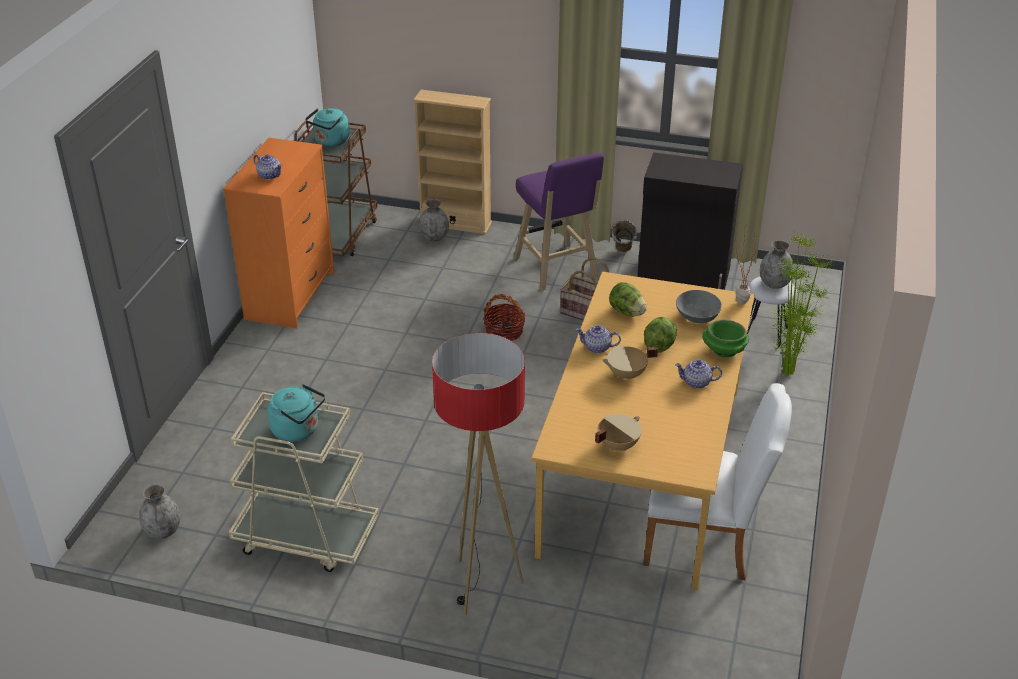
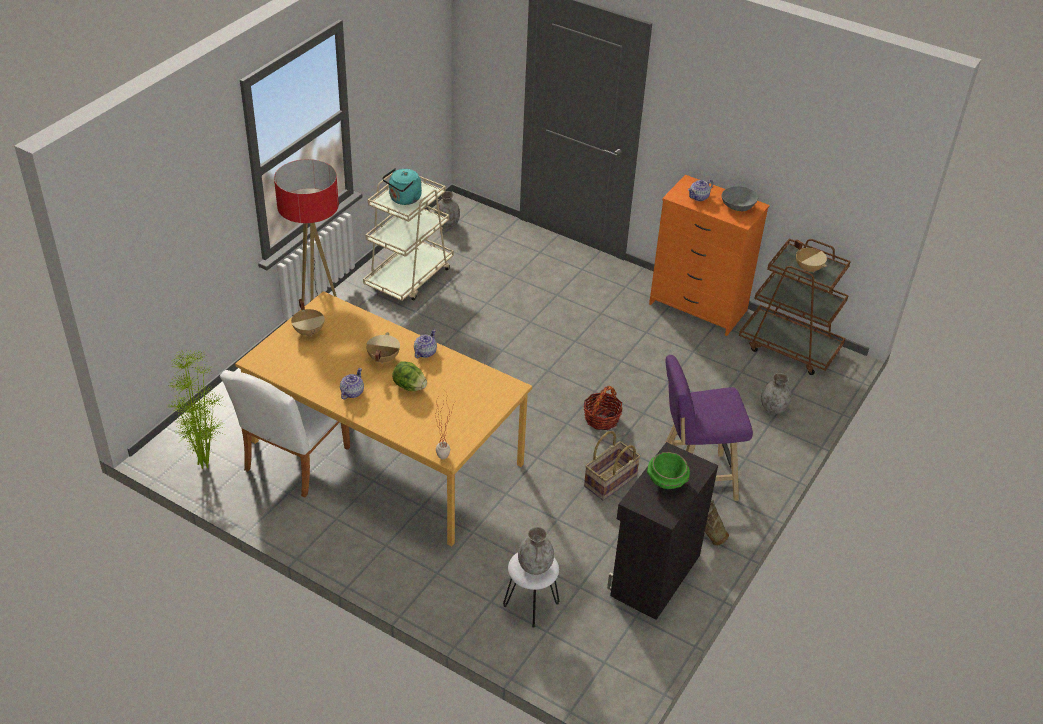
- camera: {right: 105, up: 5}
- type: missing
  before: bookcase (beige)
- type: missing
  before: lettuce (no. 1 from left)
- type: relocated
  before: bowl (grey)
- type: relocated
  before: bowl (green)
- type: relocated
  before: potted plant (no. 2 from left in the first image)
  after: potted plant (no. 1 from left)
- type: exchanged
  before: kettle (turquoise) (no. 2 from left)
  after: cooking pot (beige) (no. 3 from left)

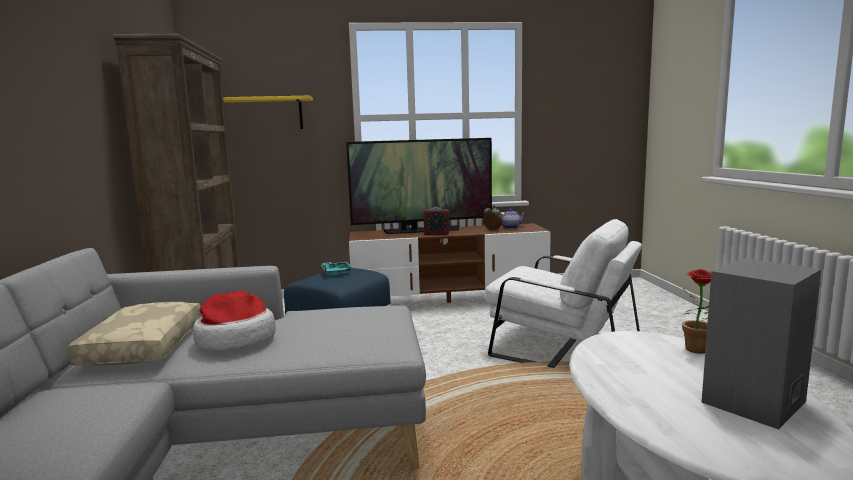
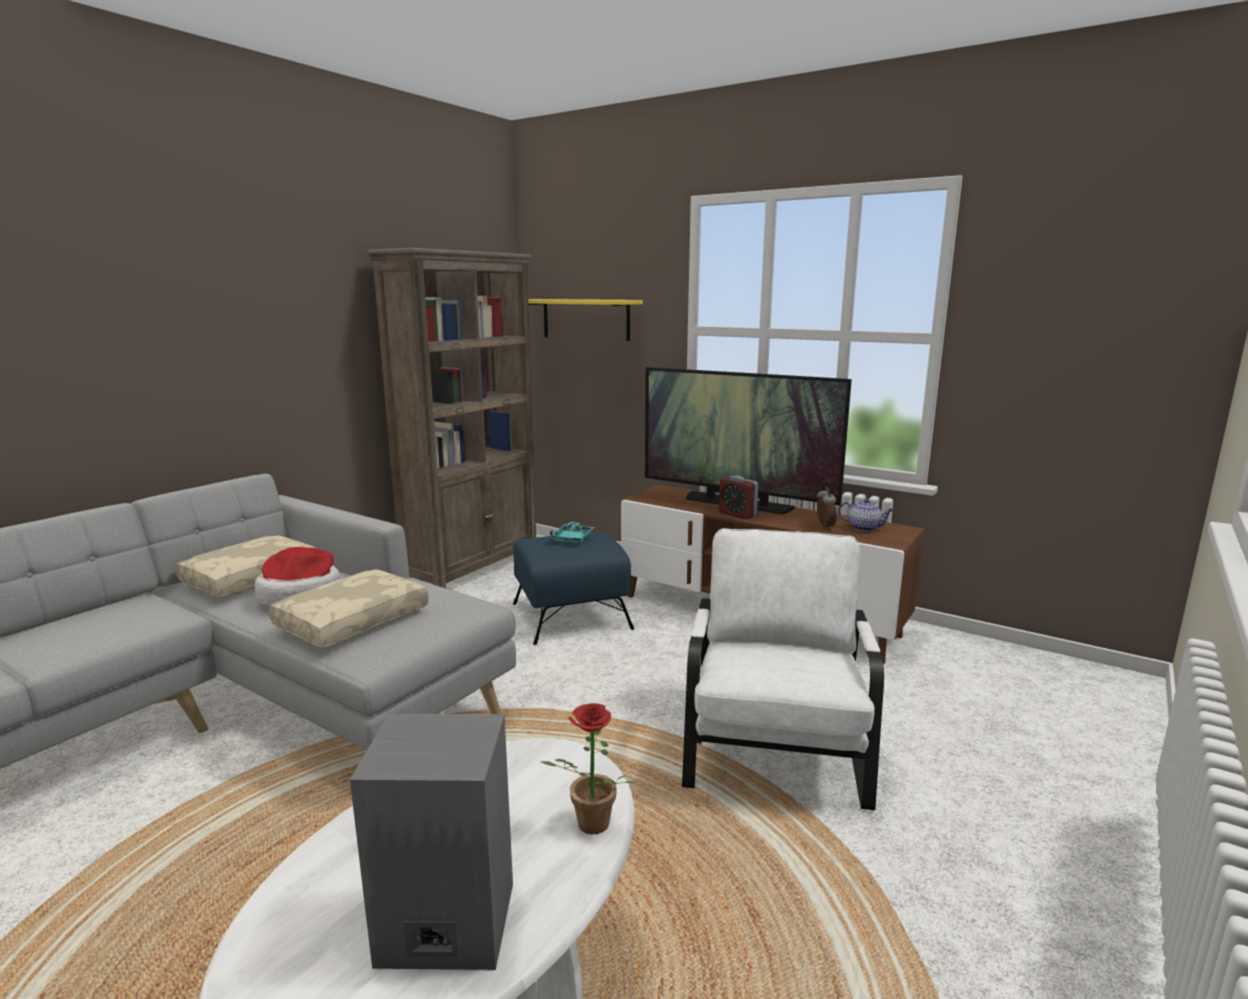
- camera: {right: 40, up: 5}
- type: appeared
  after: pillow (beige) (no. 2 from left)
- type: spun
  before: armchair (white)
  turn: -150

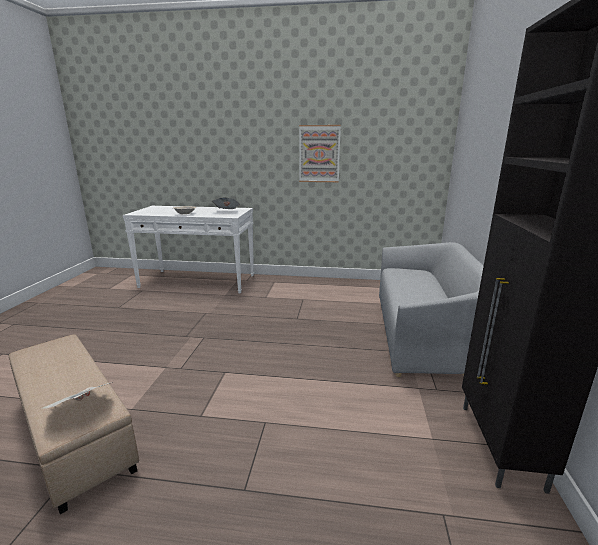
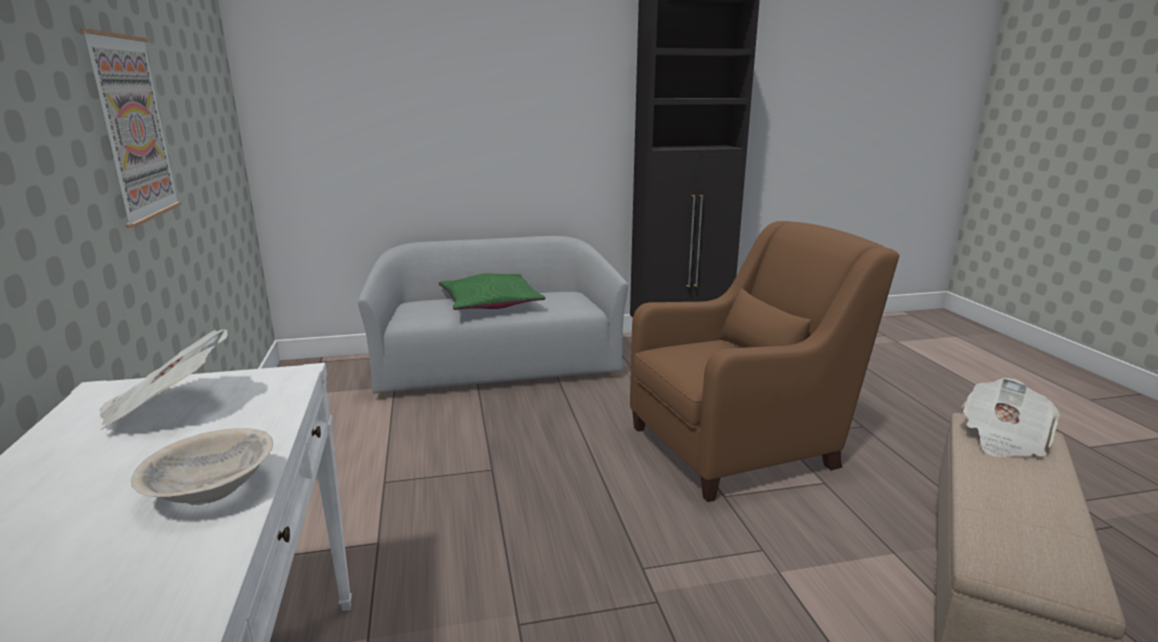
- camera: {right: -110, up: 0}
- type: appeared
  after: pillow (green)
- type: appeared
  after: armchair (brown)

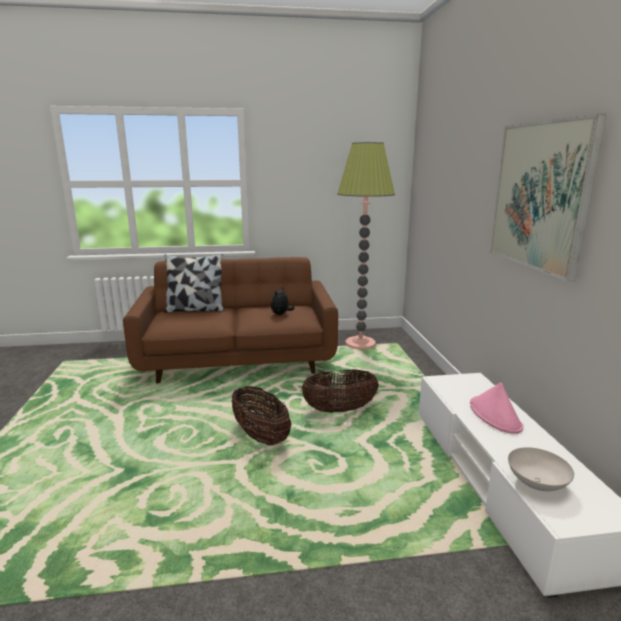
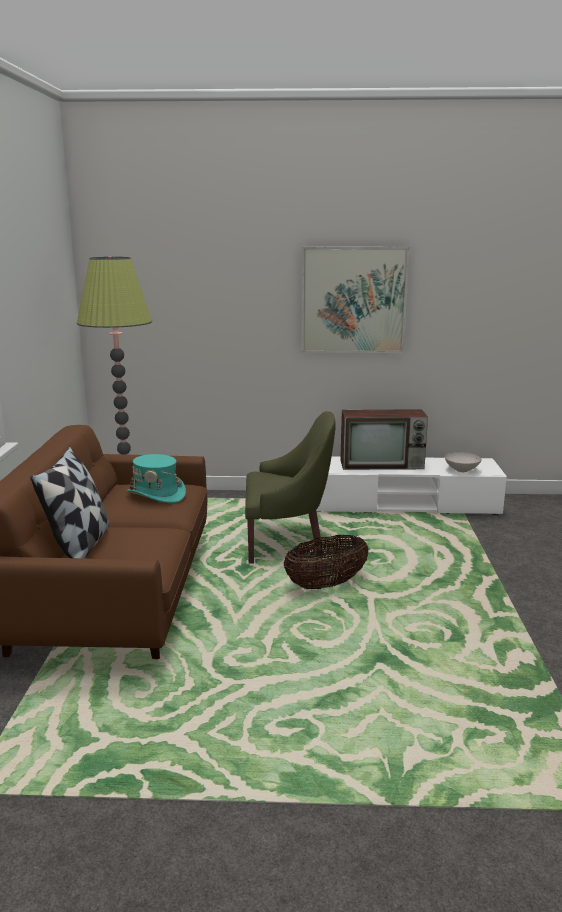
- camera: {right: -80, up: 0}
- type: exchanged
  before: plush toy
  after: hat (turquoise)
- type: exchanged
  before: basket (no. 2 from left)
  after: armchair (green)
- type: exchanged
  before: hat (pink)
  after: television

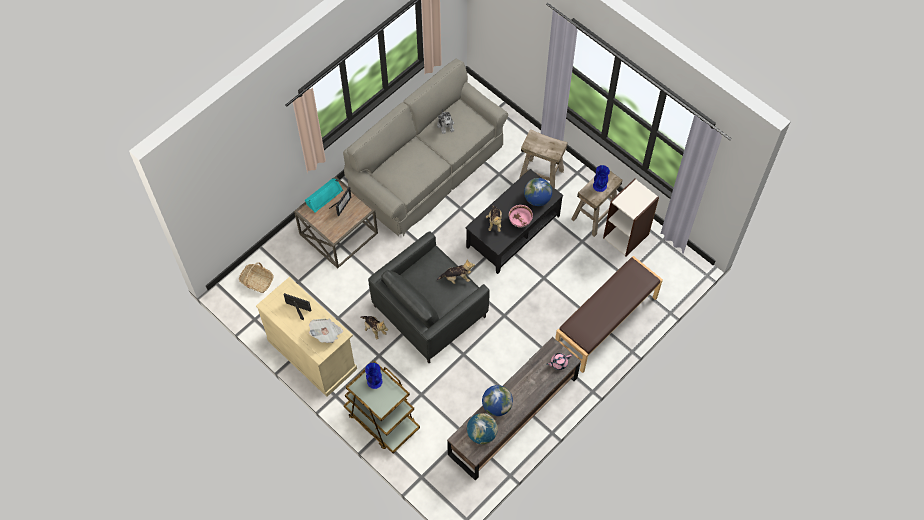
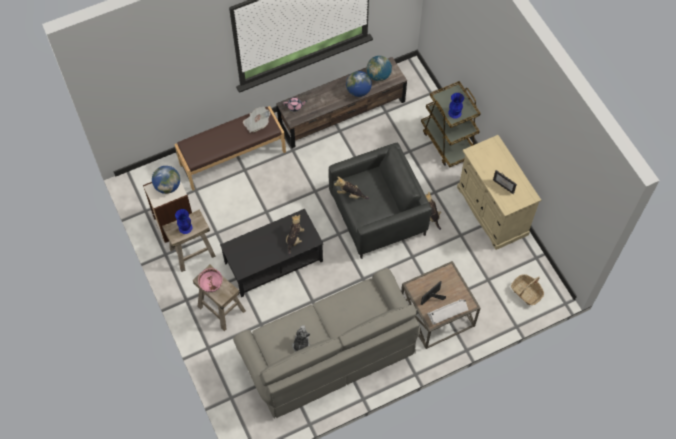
- camera: {right: -160, up: 0}
- type: relocated
  before: newspaper
- type: relocated
  before: bowl (pink)
- type: relocated
  before: globe (no. 3 from left in the first image)
  after: globe (no. 1 from left)
- type: colour
  before: speaker (turquoise)
  after: speaker (white)

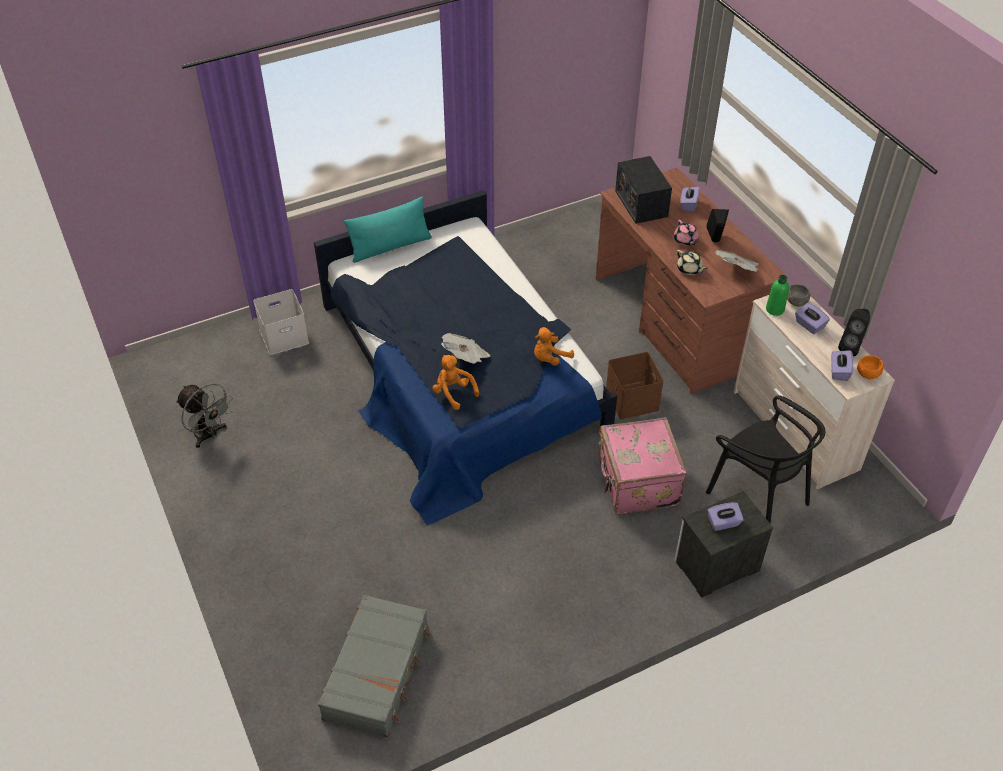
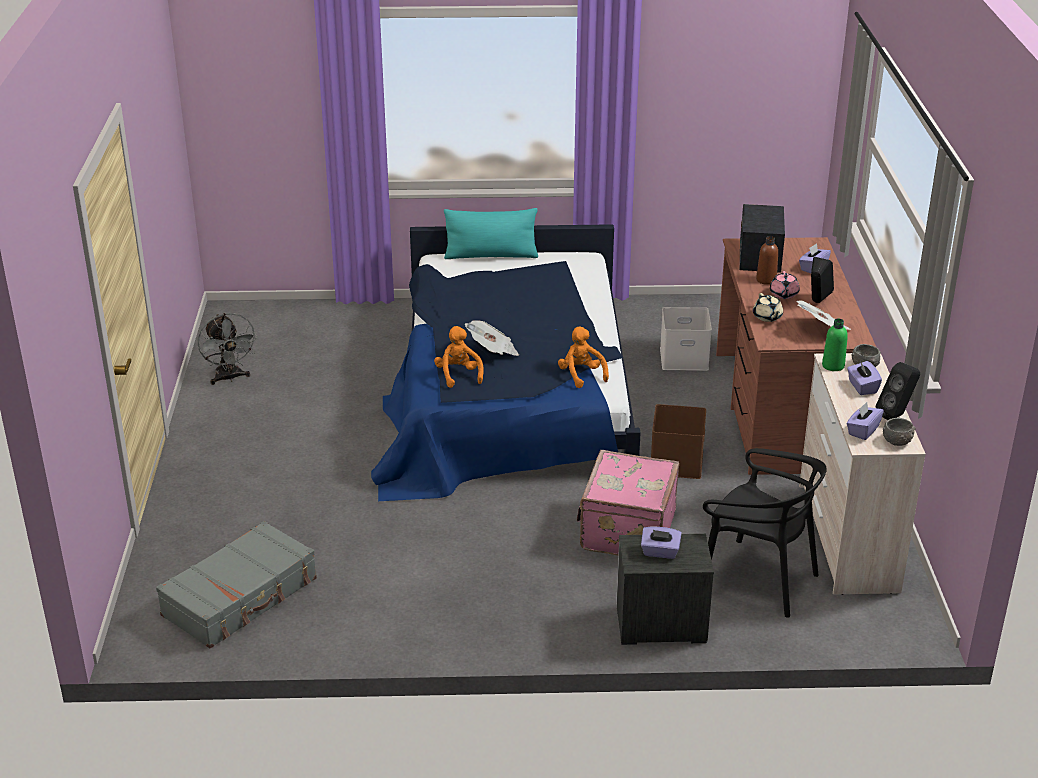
- camera: {right: 25, up: -15}
- type: appeared
  after: bottle (brown)
- type: relocated
  before: storage box (white)
- type: colour
  before: bowl (orange)
  after: bowl (grey) (no. 2 from left)
- type: spun
  before: plush toy (orange) (no. 2 from left)
  turn: 75
- type: spun
  before: chair (black)
  turn: -45

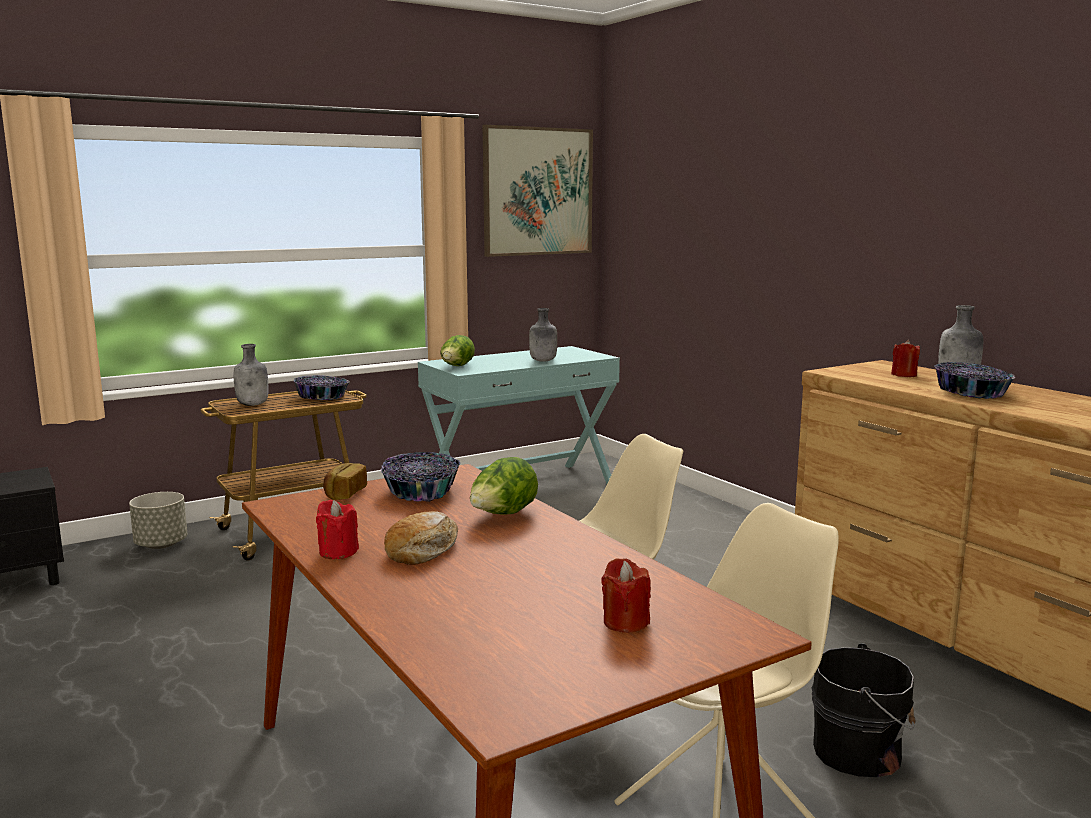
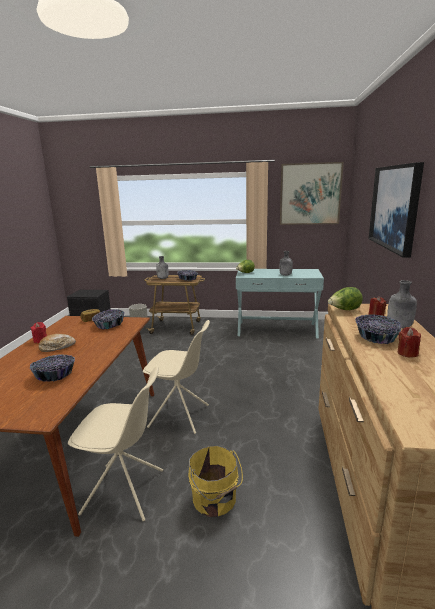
- camera: {right: 40, up: 5}
- type: appeared
  after: bowl (no. 1 from left)
- type: appeared
  after: picture (no. 2 from left)
- type: relocated
  before: lettuce (no. 2 from left)
- type: relocated
  before: candle (red) (no. 2 from left in the first image)
  after: candle (red) (no. 3 from left)
- type: colour
  before: bucket (black)
  after: bucket (yellow)

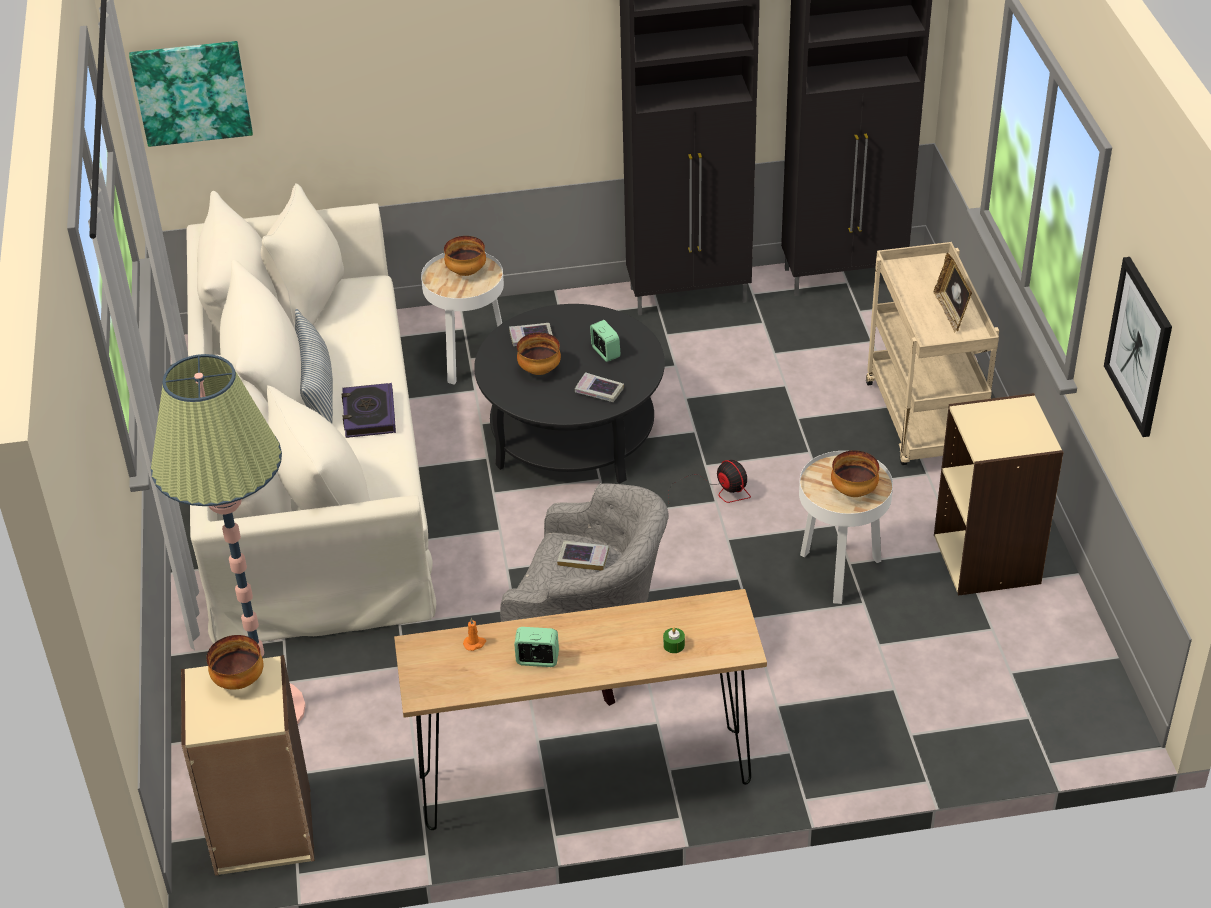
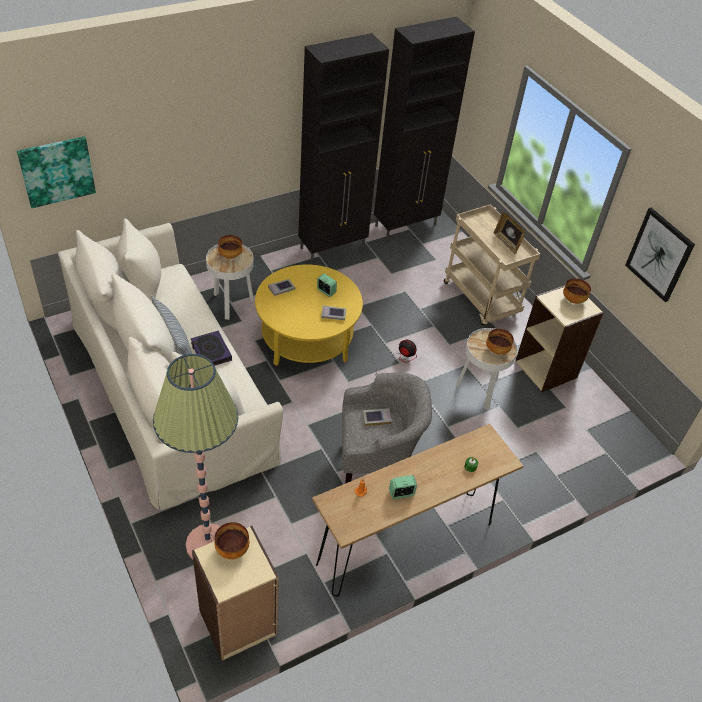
- camera: {right: -25, up: 5}
- type: relocated
  before: bowl (no. 3 from left in the first image)
  after: bowl (no. 4 from left)
- type: colour
  before: coffee table (black)
  after: coffee table (yellow)

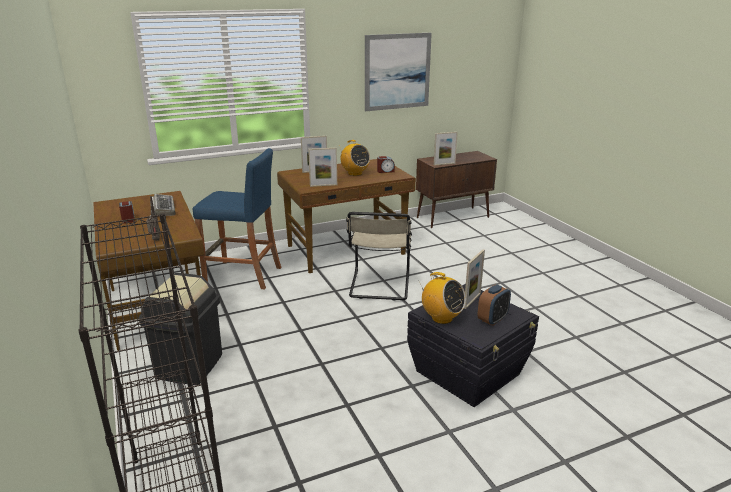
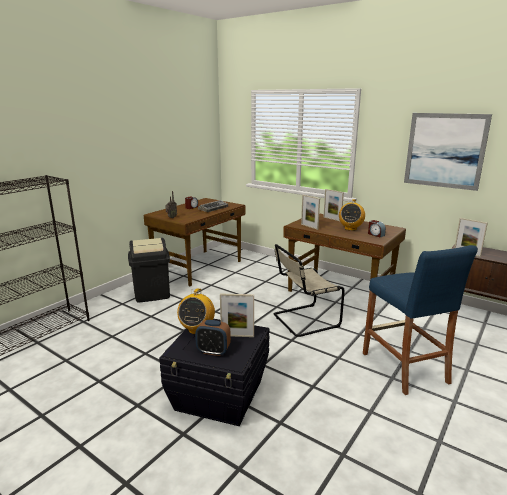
- camera: {right: 60, up: -5}
- type: relocated
  before: stool (blue)

